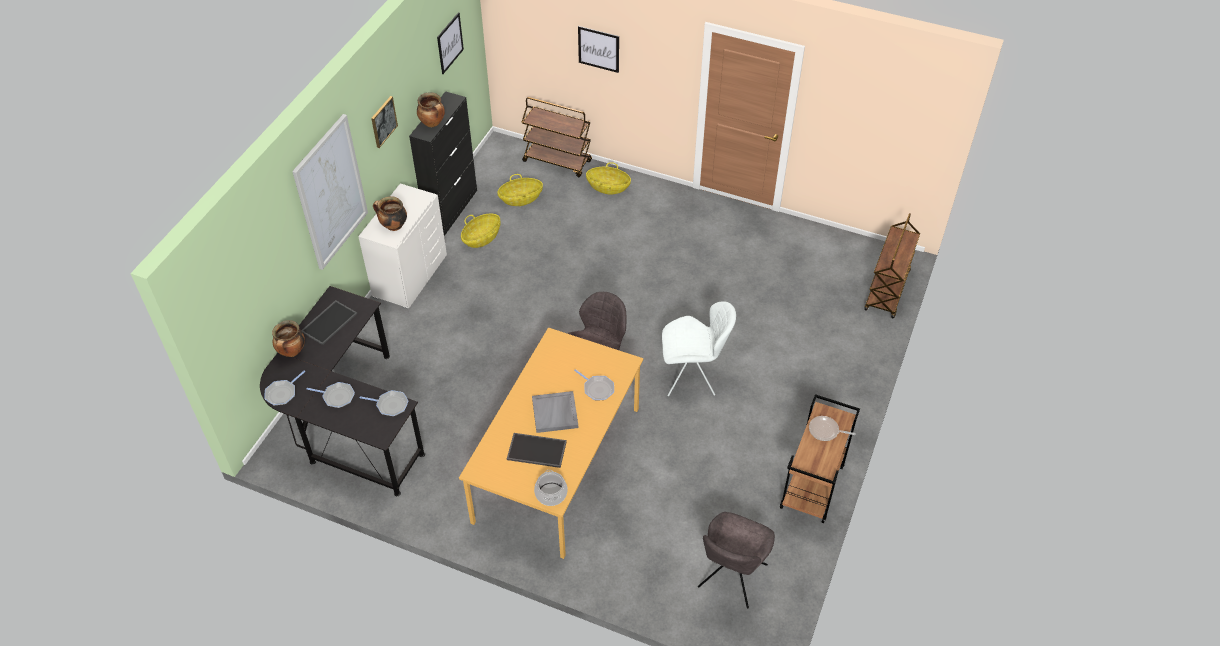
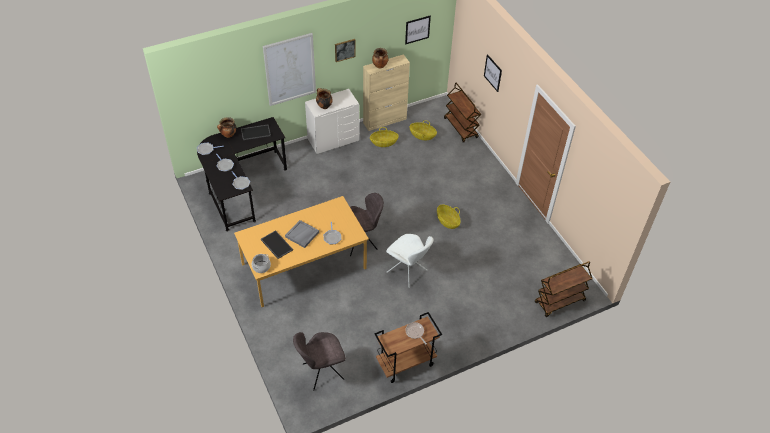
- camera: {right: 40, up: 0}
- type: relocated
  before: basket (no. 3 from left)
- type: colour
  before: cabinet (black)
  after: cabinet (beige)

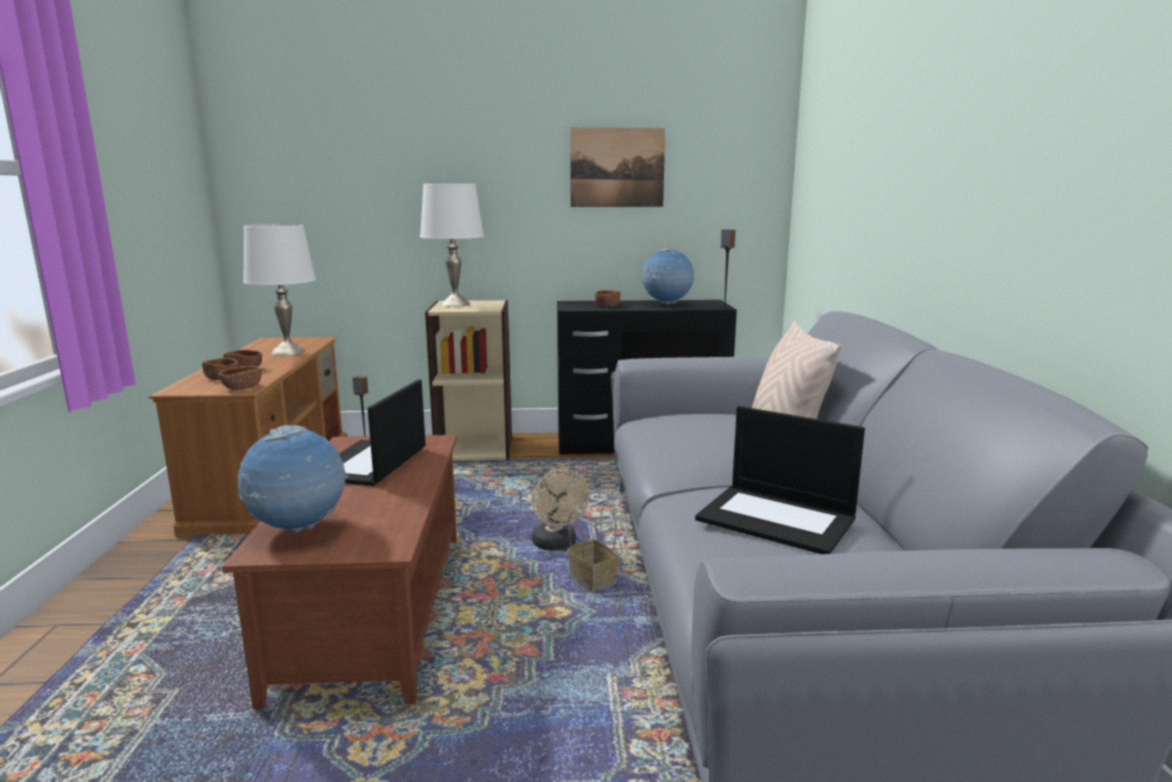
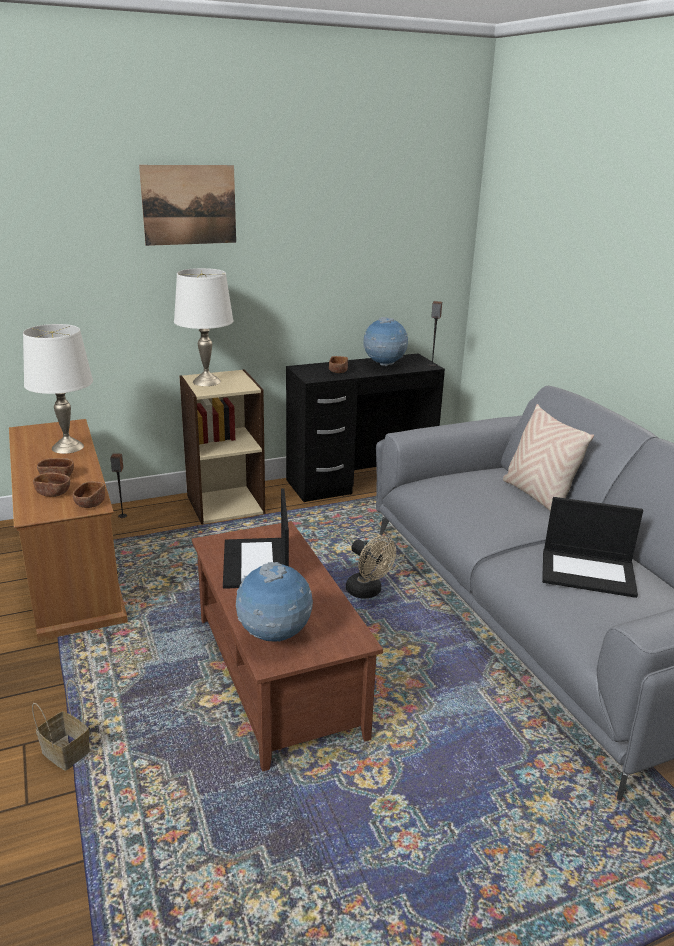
- camera: {right: -20, up: 10}
- type: relocated
  before: basket
- type: relocated
  before: picture

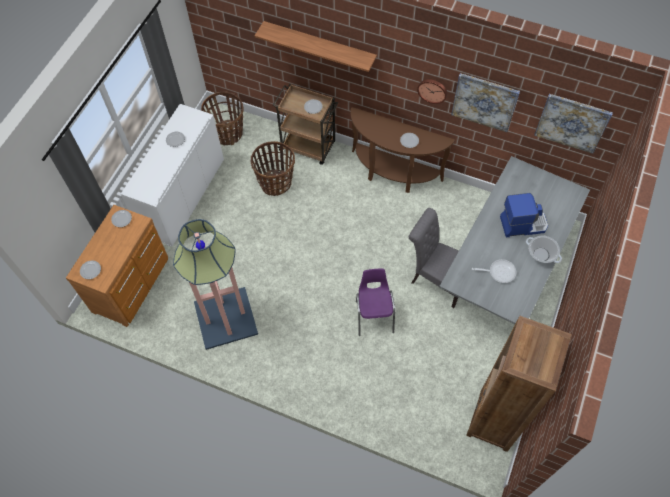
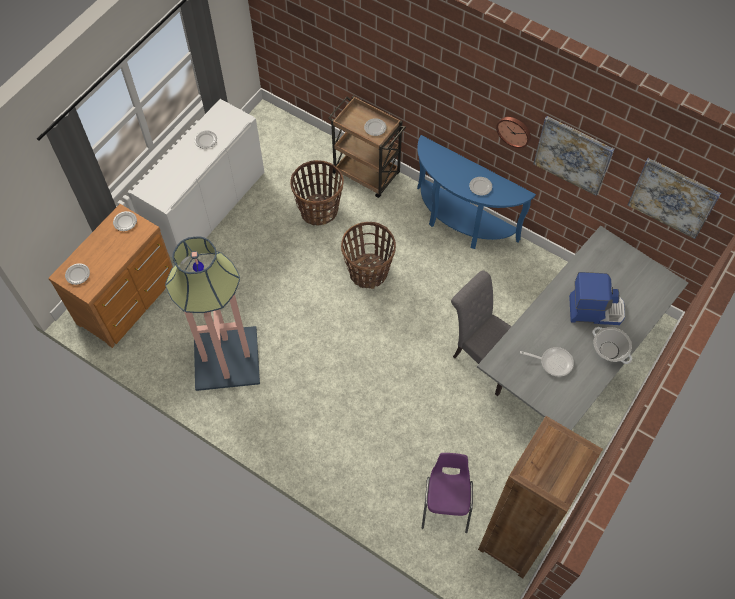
- camera: {right: 10, up: 0}
- type: missing
  before: shelf
- type: relocated
  before: basket (no. 1 from left in the first image)
  after: basket (no. 2 from left)
- type: relocated
  before: chair (purple)
- type: colour
  before: console table (brown)
  after: console table (blue)

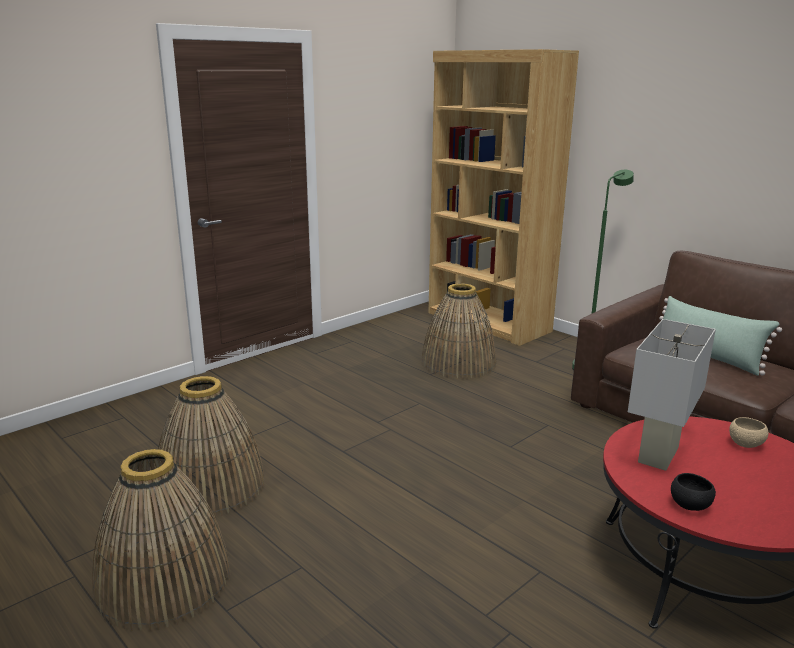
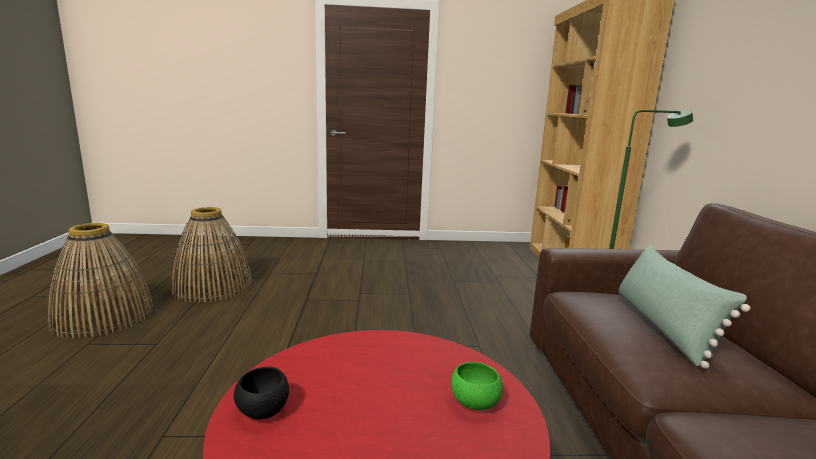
- camera: {right: 40, up: -5}
- type: missing
  before: basket (no. 3 from left)
- type: missing
  before: table lamp (white)
- type: colour
  before: bowl (beige)
  after: bowl (green)

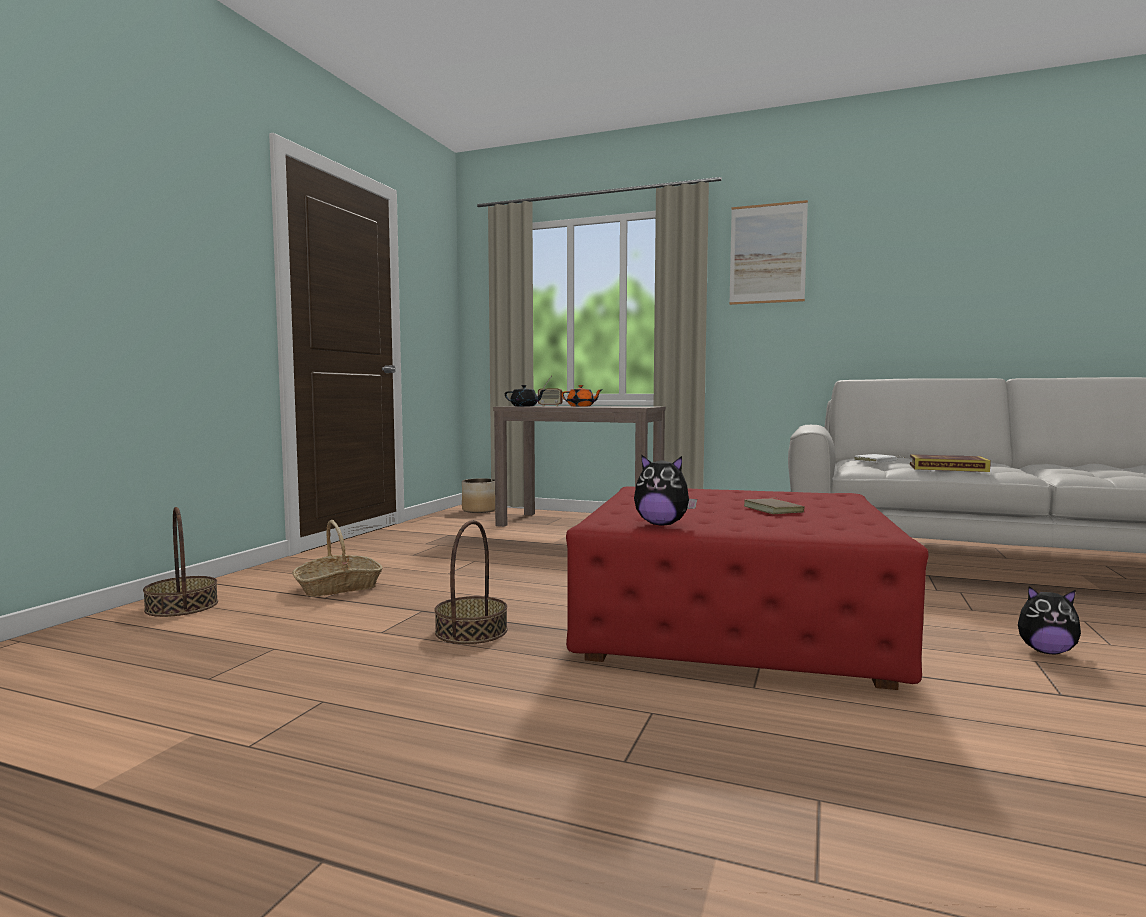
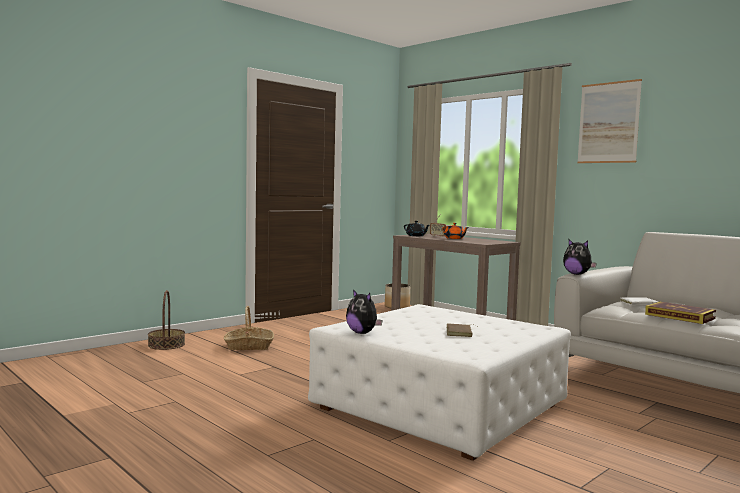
- camera: {right: 25, up: 0}
- type: missing
  before: basket (no. 3 from left)
- type: relocated
  before: plush toy (no. 2 from left)
- type: colour
  before: ottoman (red)
  after: ottoman (white)

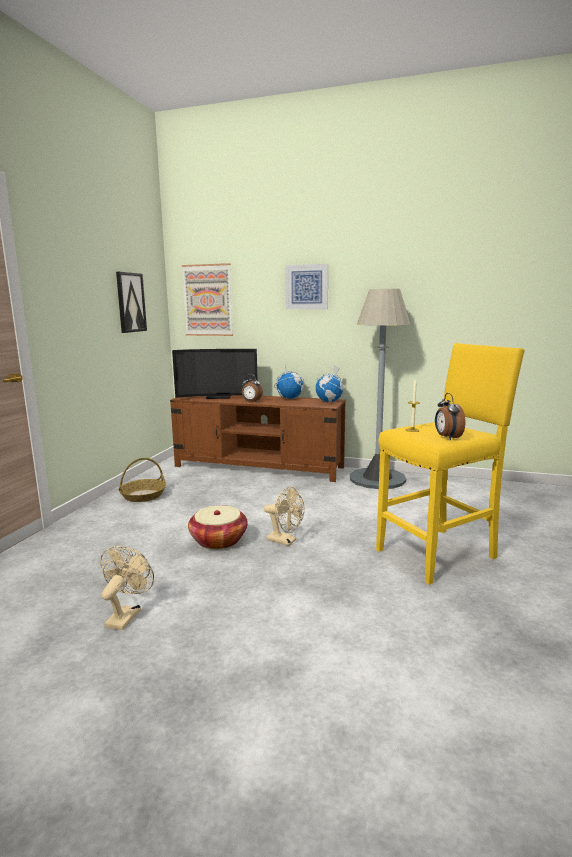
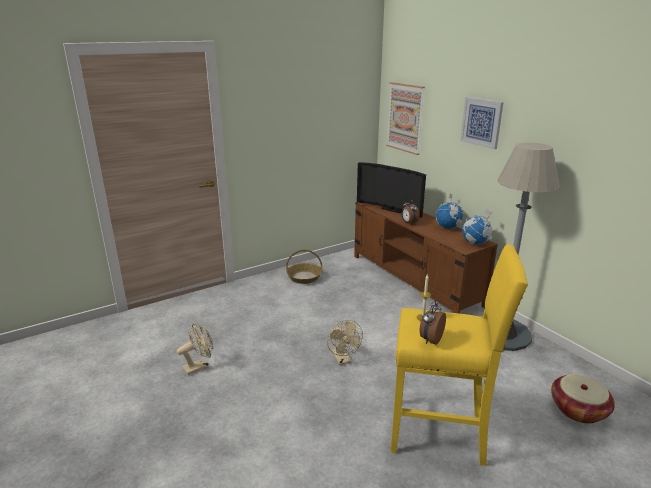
- camera: {right: 40, up: 10}
- type: missing
  before: picture (no. 1 from left)
- type: relocated
  before: basket (no. 2 from left)

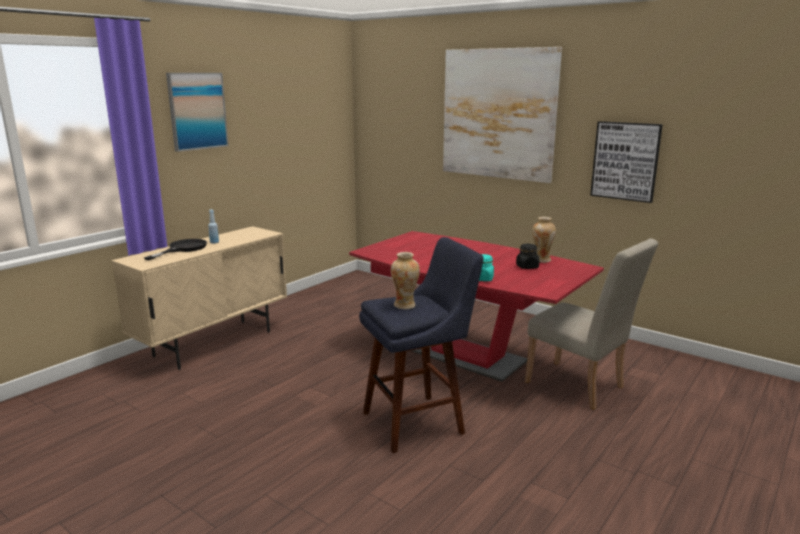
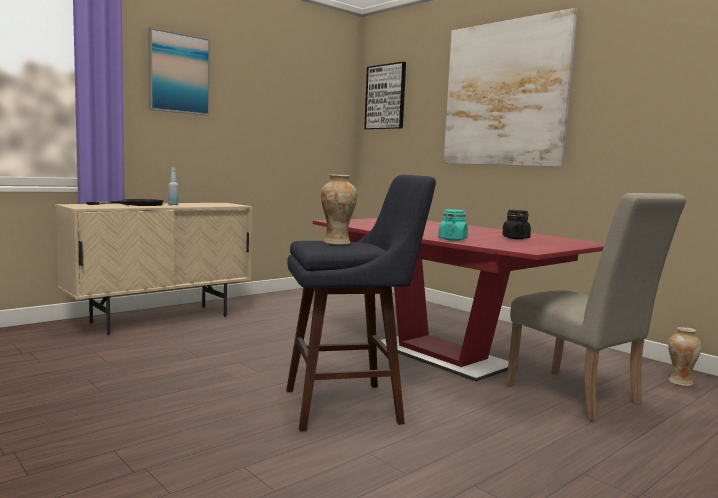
- camera: {right: 10, up: -10}
- type: relocated
  before: vase (no. 2 from left)
- type: relocated
  before: picture (no. 3 from left in the first image)
  after: picture (no. 2 from left)

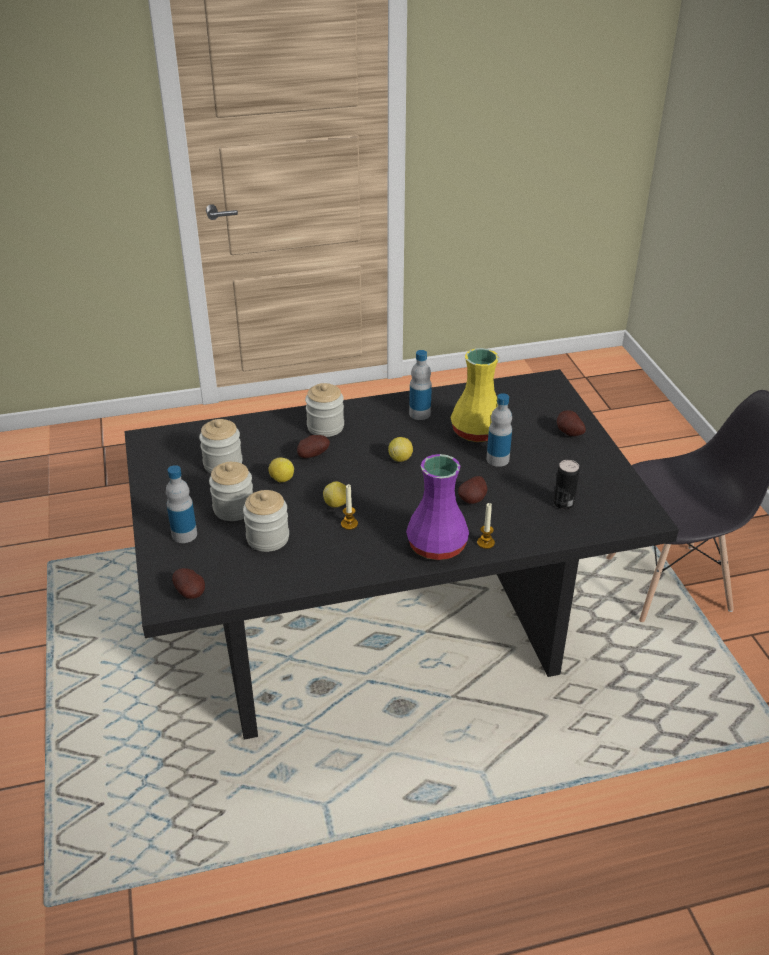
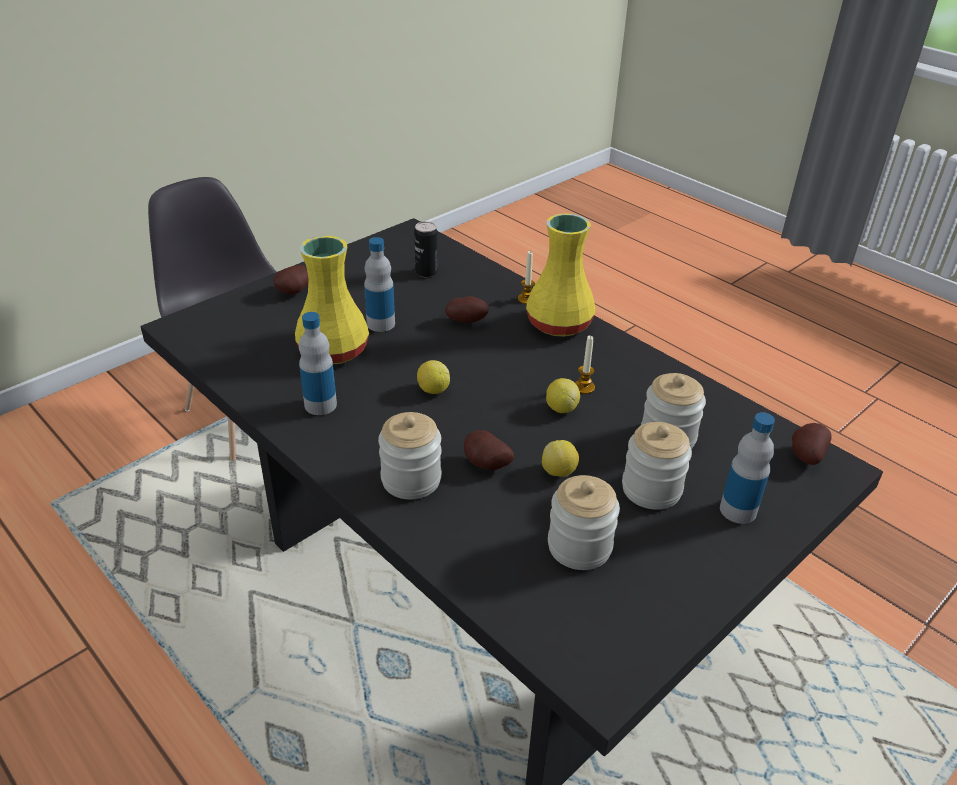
- camera: {right: -120, up: 0}
- type: colour
  before: vase (purple)
  after: vase (yellow) (no. 2 from left)

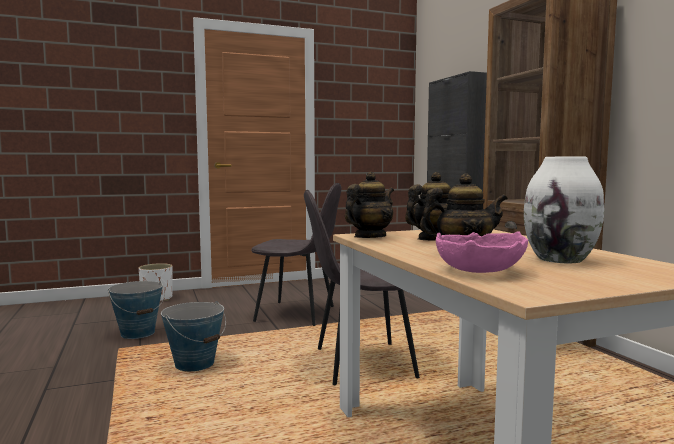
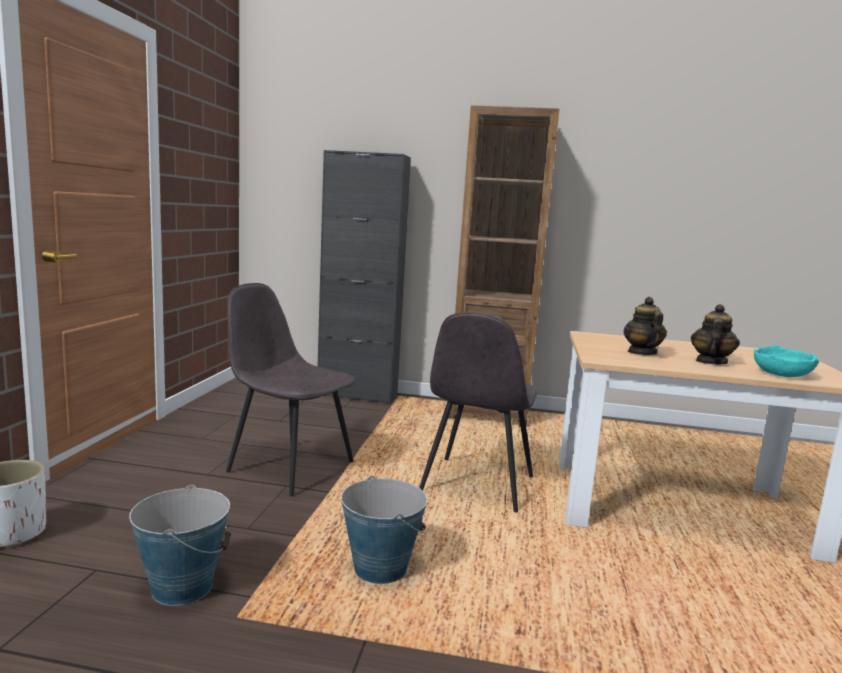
- camera: {right: -60, up: 5}
- type: missing
  before: teapot (no. 1 from left)
- type: missing
  before: vase (white)
- type: colour
  before: bowl (pink)
  after: bowl (turquoise)
- type: spun
  before: chair (grey) (no. 1 from left)
  turn: -105

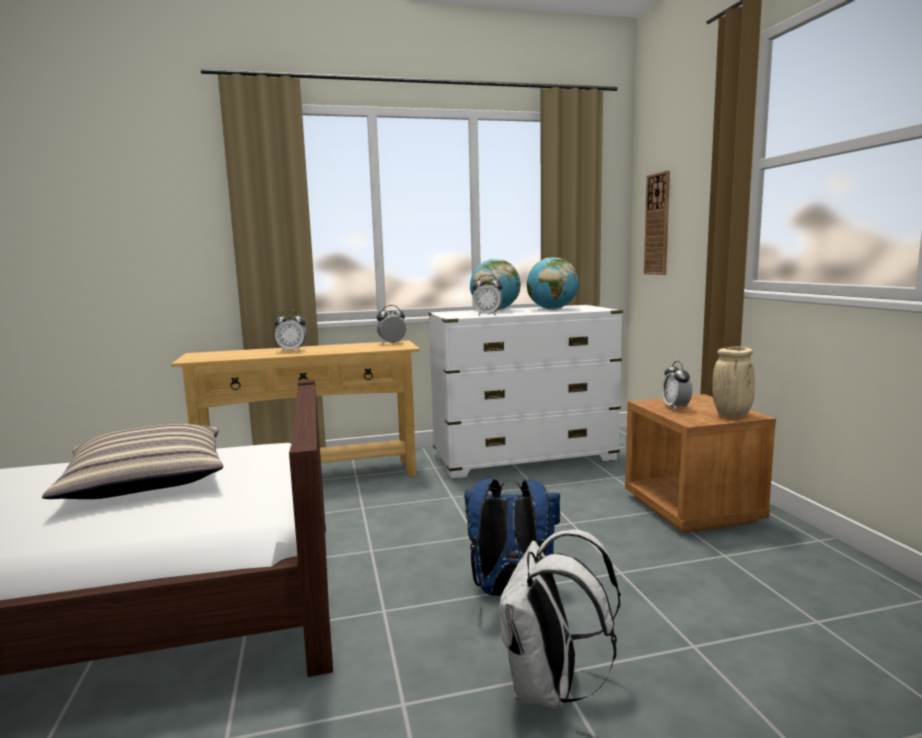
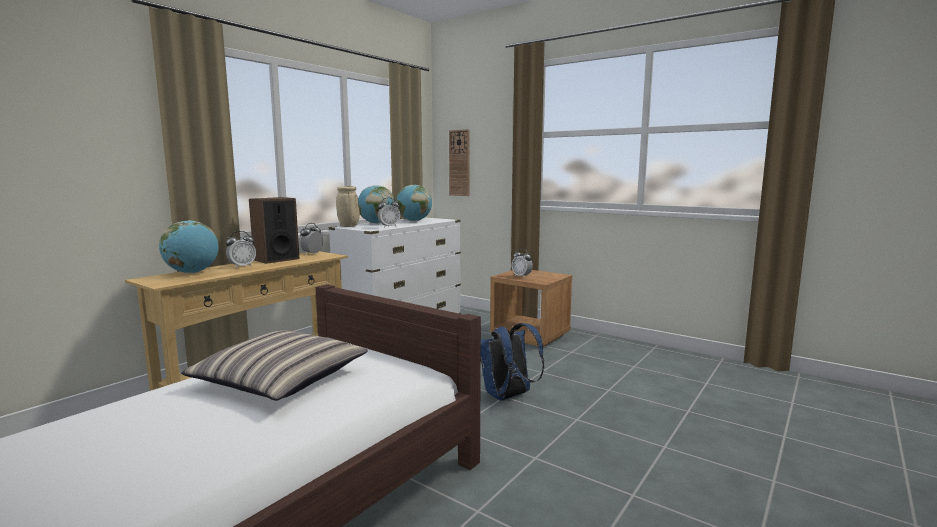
- camera: {right: -40, up: 0}
- type: missing
  before: backpack (white)
- type: appeared
  after: globe (no. 1 from left)
- type: appeared
  after: speaker
- type: relocated
  before: vase (beige)

